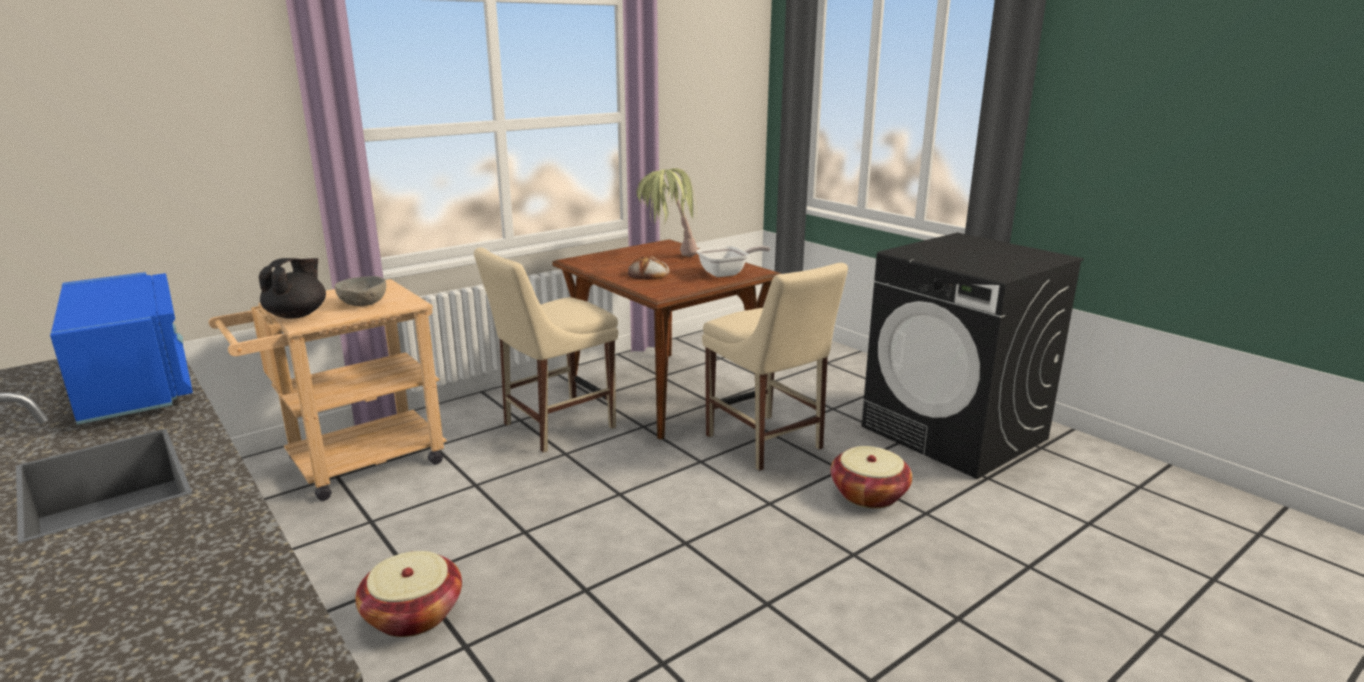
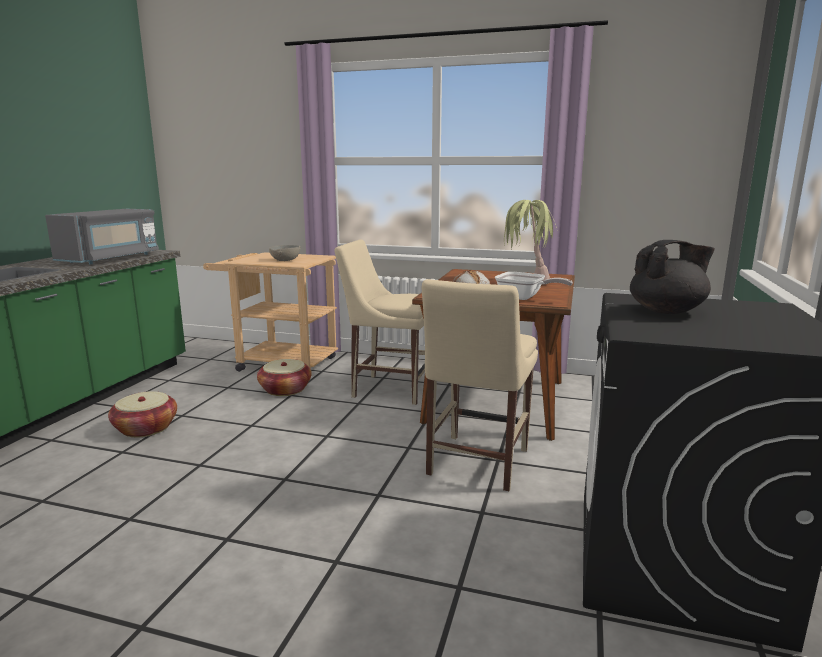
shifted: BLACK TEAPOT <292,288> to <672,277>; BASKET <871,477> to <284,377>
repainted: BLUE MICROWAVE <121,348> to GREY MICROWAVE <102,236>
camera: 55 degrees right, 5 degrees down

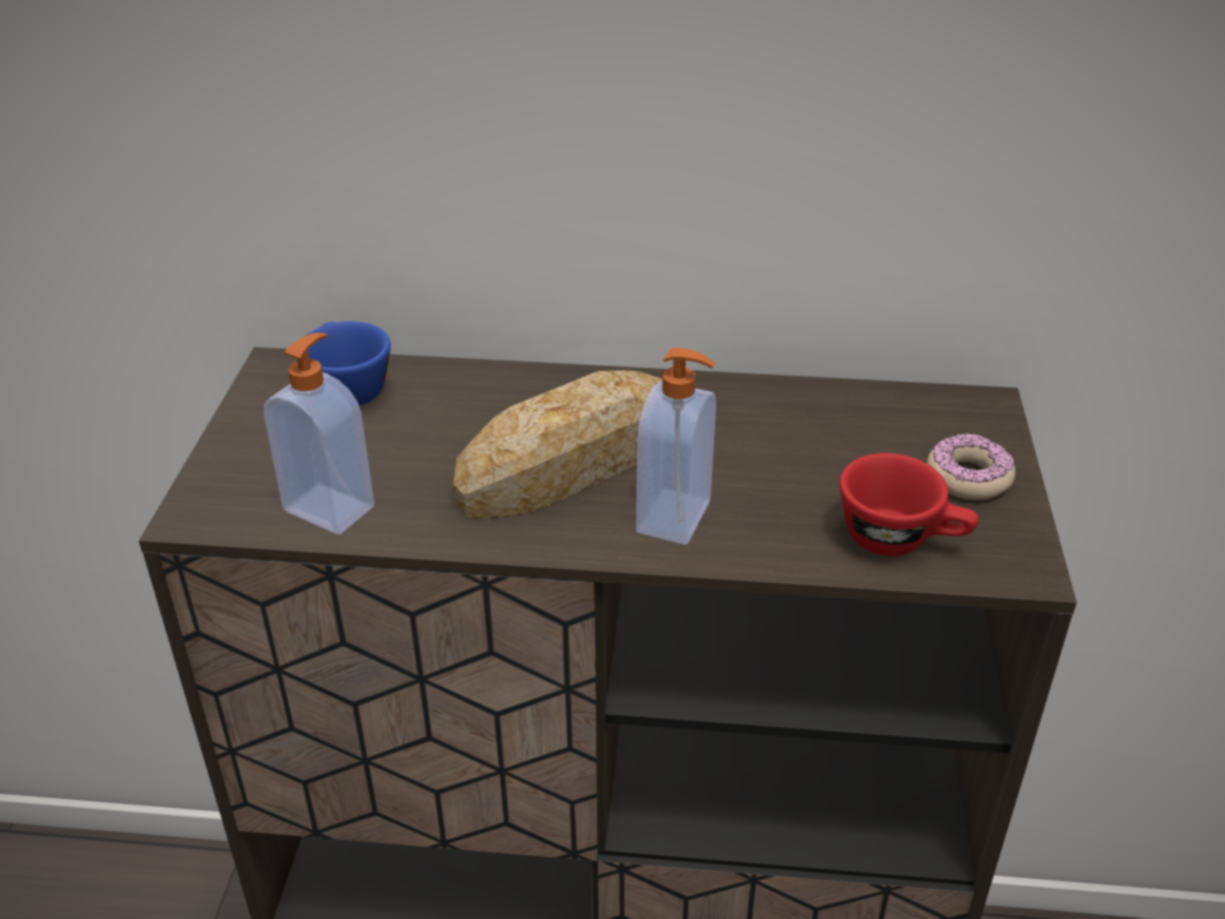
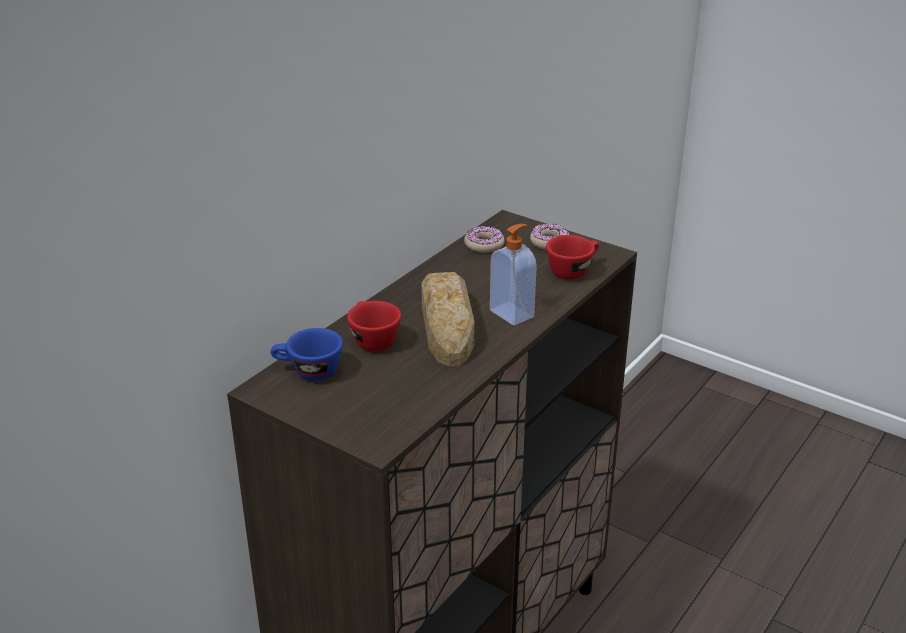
gone: SOAP DISPENSER <319,434>
new: RED CUP <374,326>; DONUT <484,239>
camera: 60 degrees left, 5 degrees down

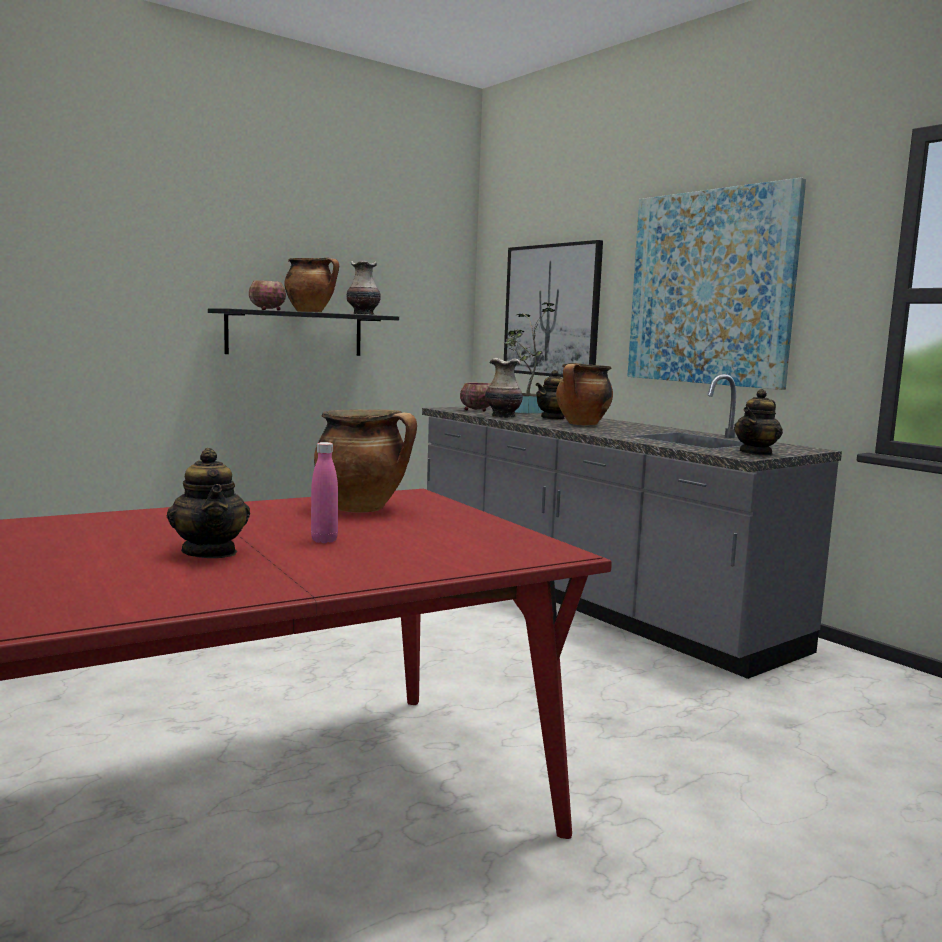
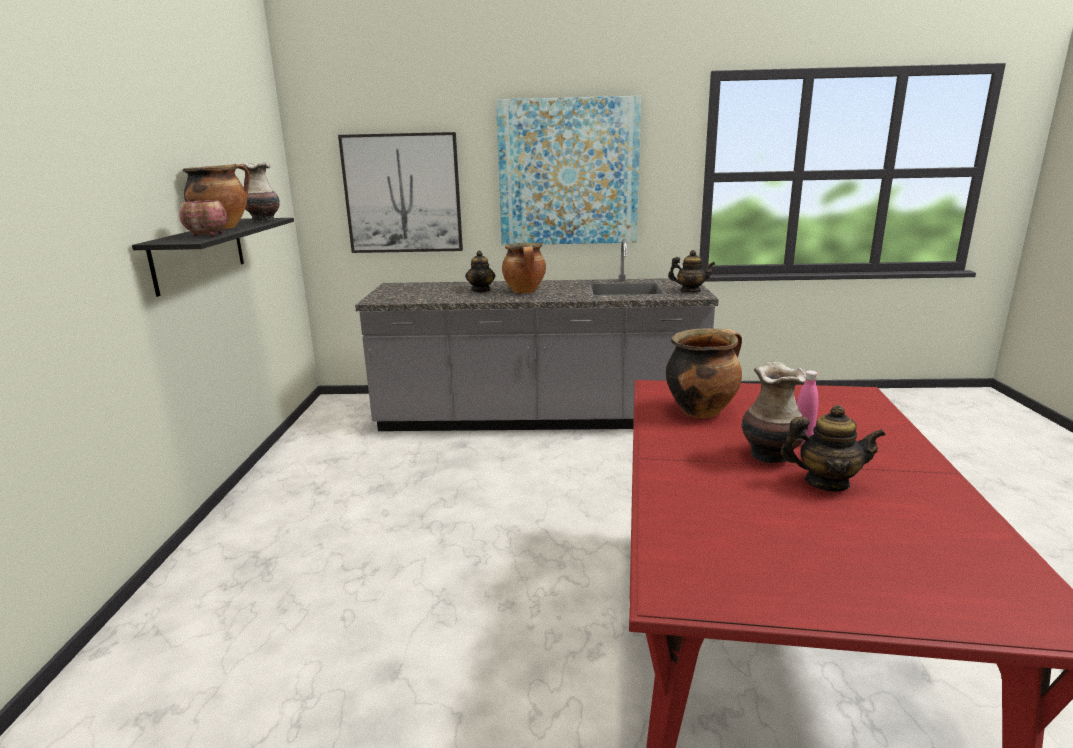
gone: BOWL <475,397>; POTTED PLANT <529,357>
shifted: VASE <504,388> to <774,413>
rotated: TEAPOT <758,422> = <691,271> 60 degrees counterclockwise
camera: 50 degrees left, 10 degrees up

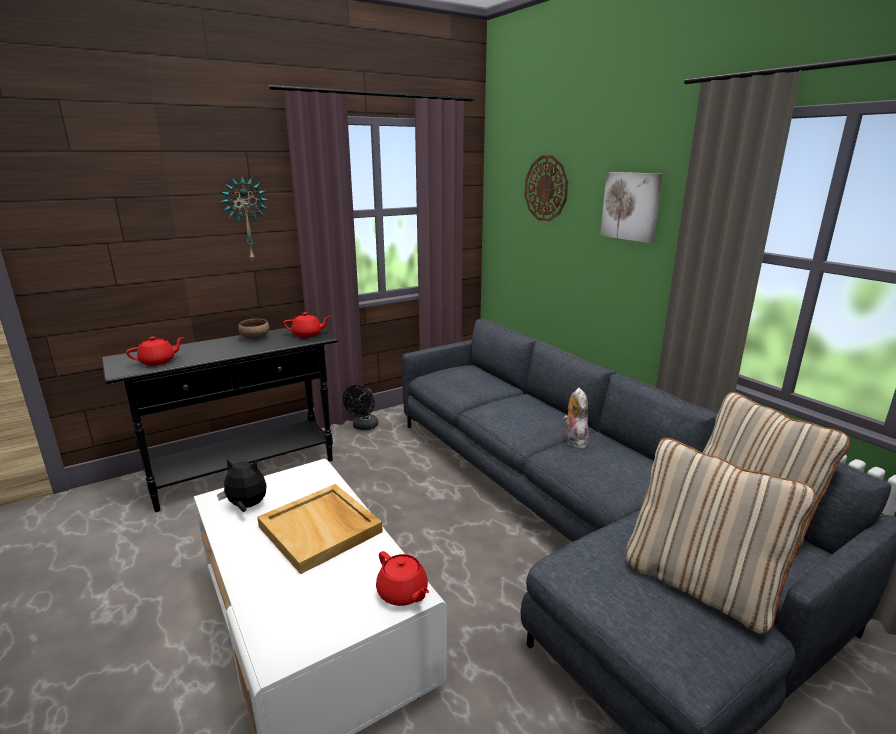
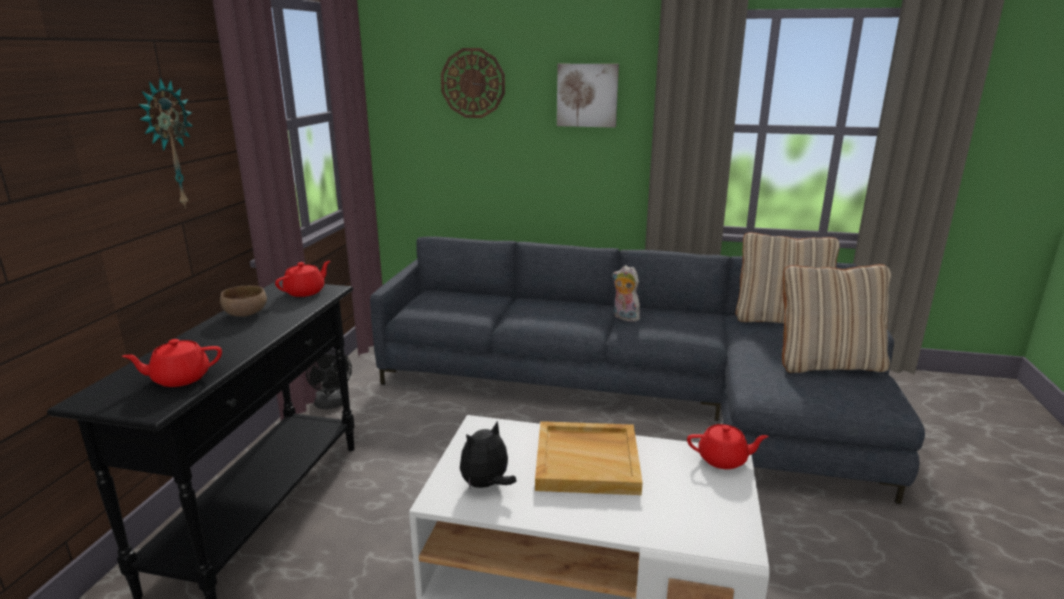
rotated: RED TEAPOT <155,351> = <172,363> 120 degrees counterclockwise
camera: 45 degrees left, 0 degrees up

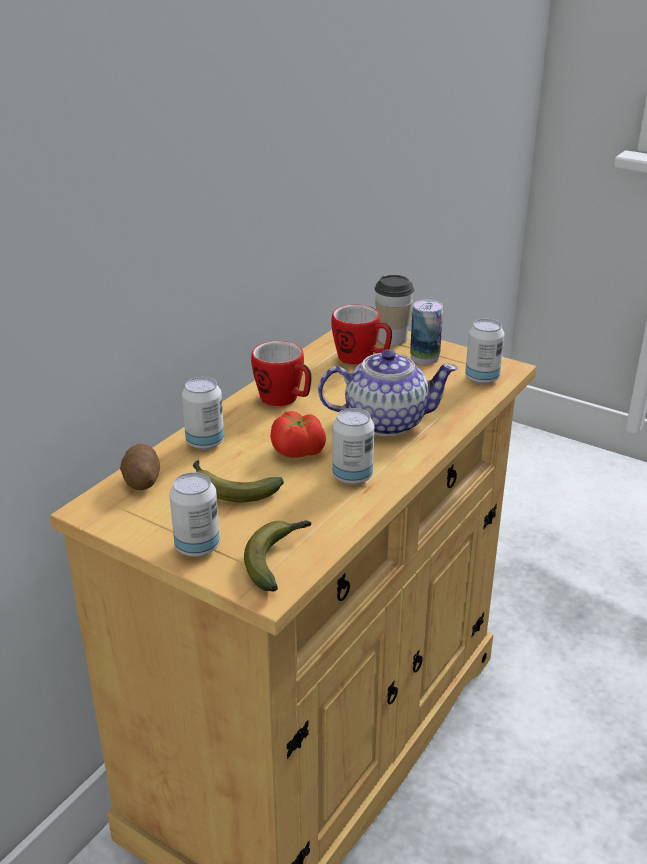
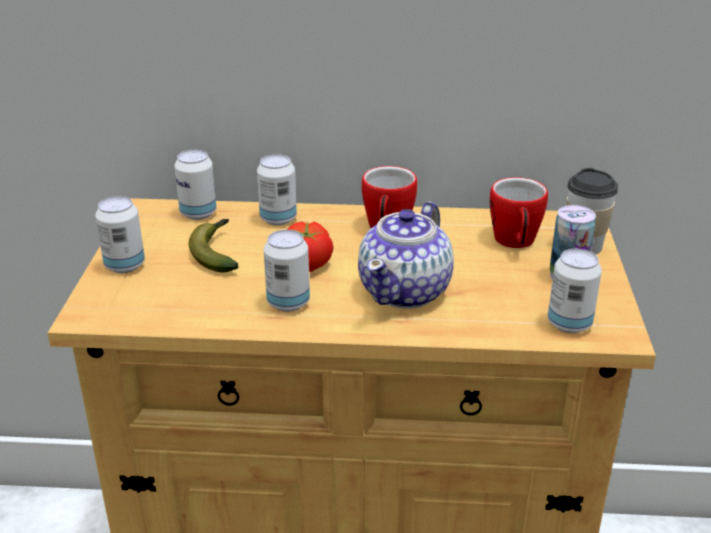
gone: BANANA <277,556>
swapped: POTATO <140,467> to CAN <195,185>
rotated: TEAPOT <388,392> = <406,255> 60 degrees clockwise
camera: 60 degrees right, 0 degrees up

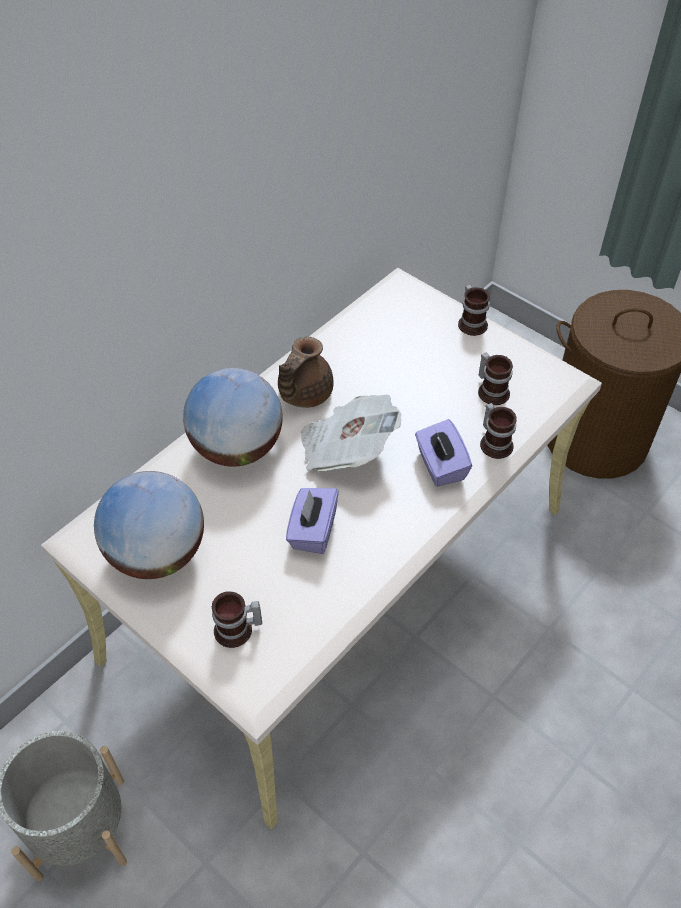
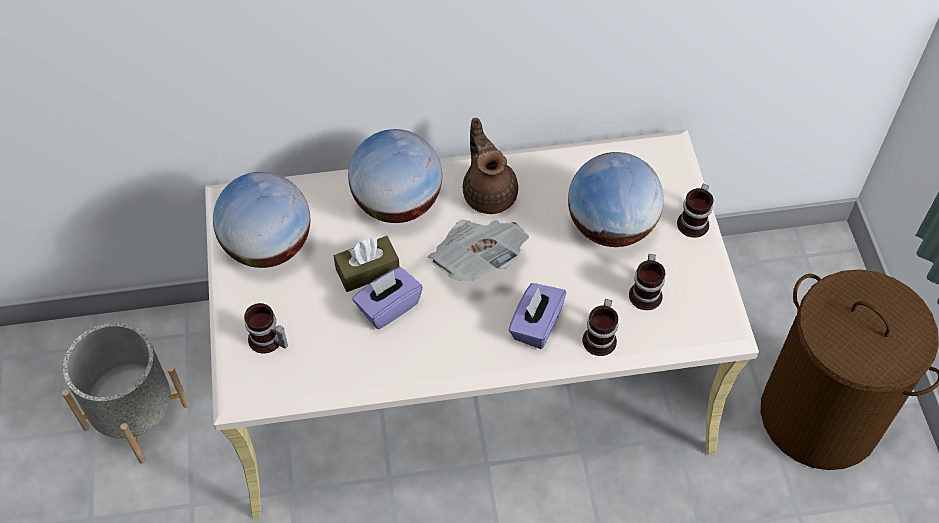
new: BROWN TISSUE BOX <367,264>; GLOBE <616,199>
rotated: BROWN TEAPOT <306,372> = <490,166> 90 degrees clockwise
camera: 40 degrees right, 5 degrees up

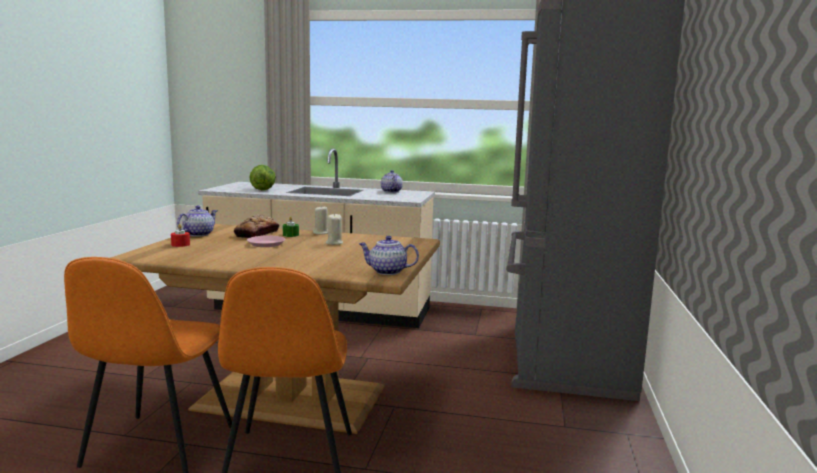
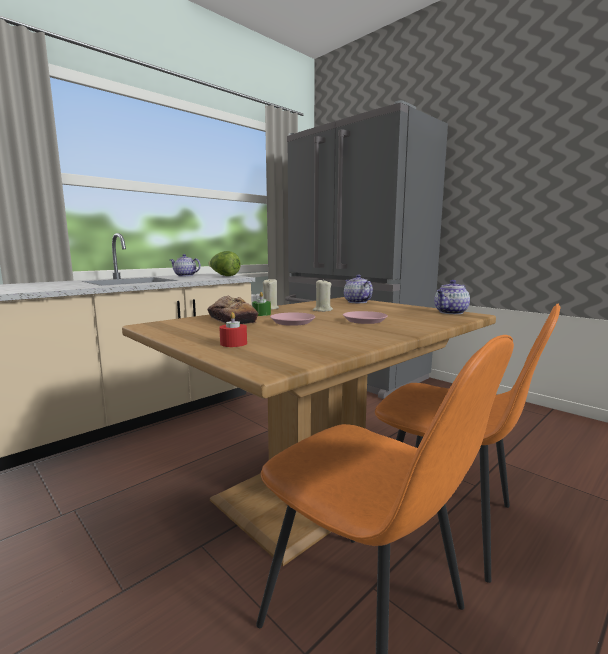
new: PINK PLATE <365,317>
shifted: TEAPOT <197,221> to <358,288>; LETTUCE <262,177> to <225,263>
camera: 55 degrees left, 0 degrees up

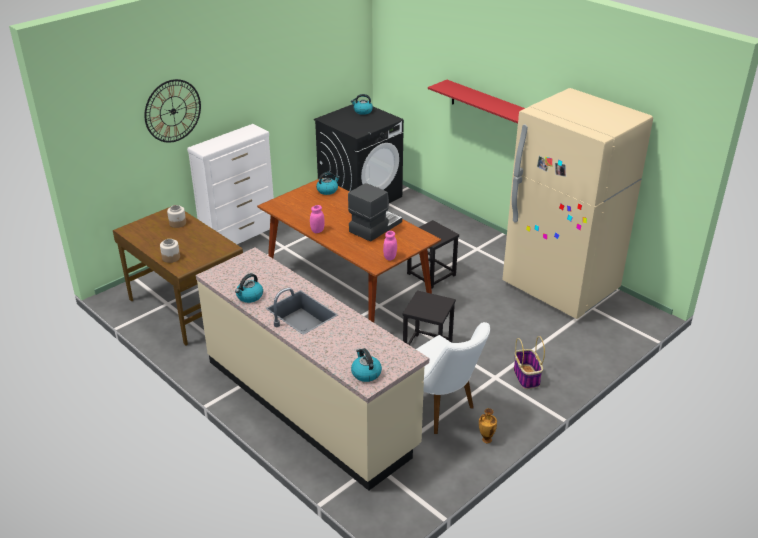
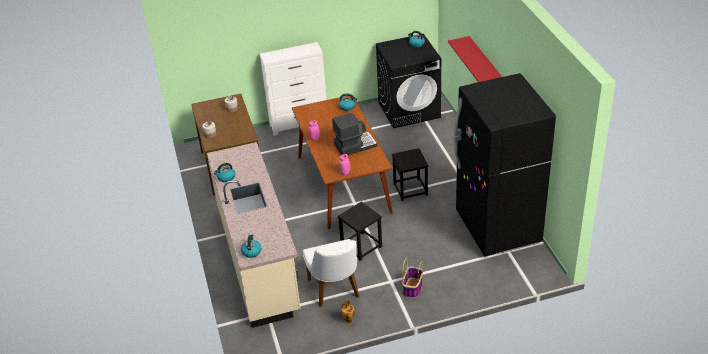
gone: WALL CLOCK <172,111>
repainted: BEIGE FRIDGE <577,203> to BLACK FRIDGE <505,165>
camera: 30 degrees right, 5 degrees up

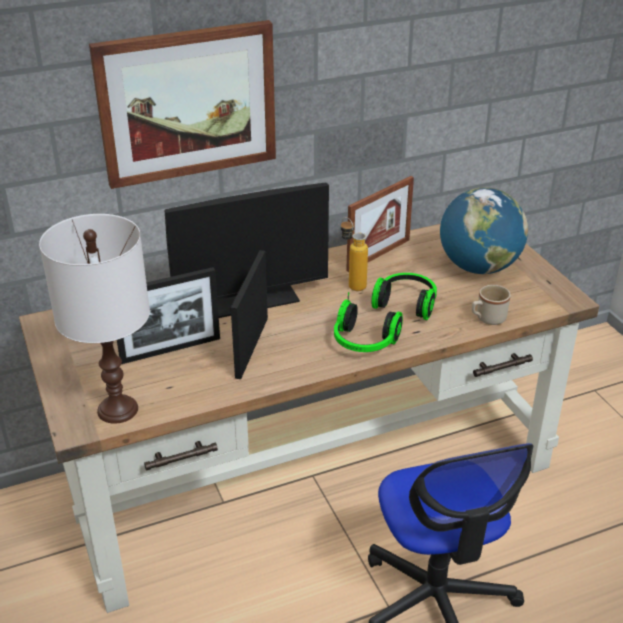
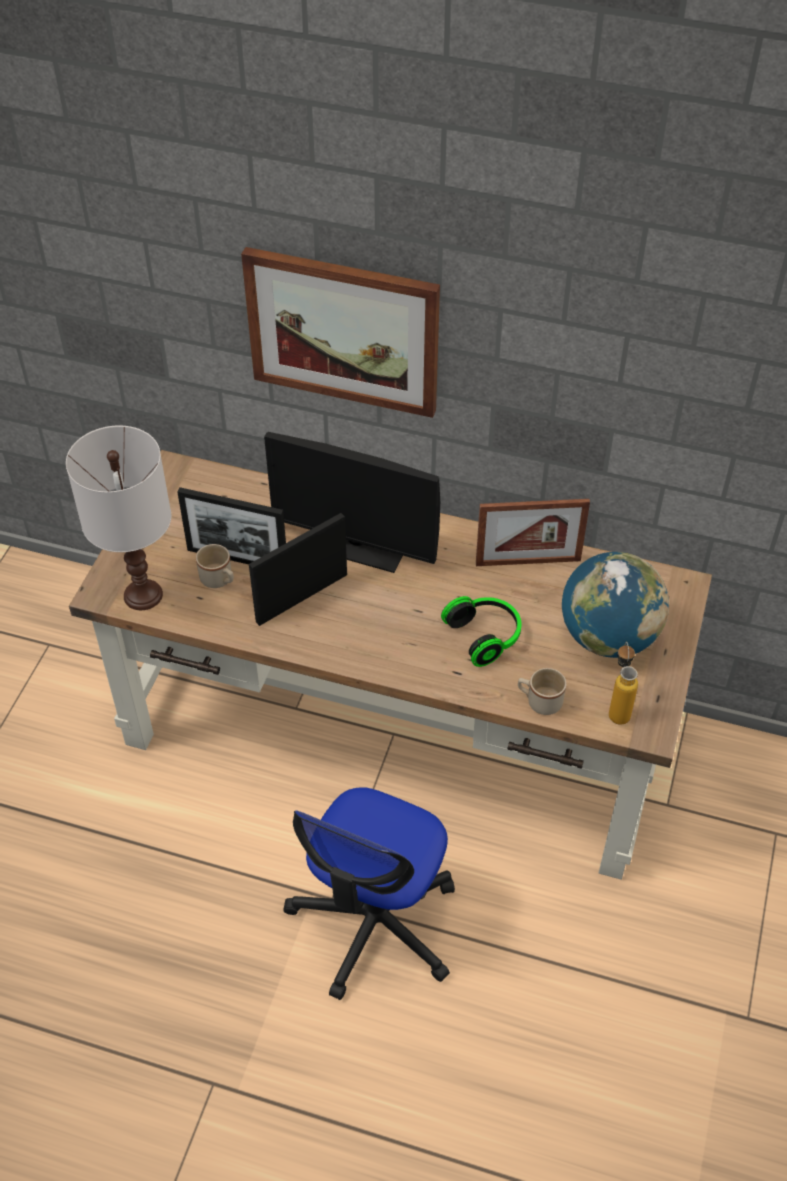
gone: HEADPHONES <368,322>
new: BEIGE MUG <215,566>
shifted: BOTTLE <354,254> to <623,683>
camera: 40 degrees right, 15 degrees up

